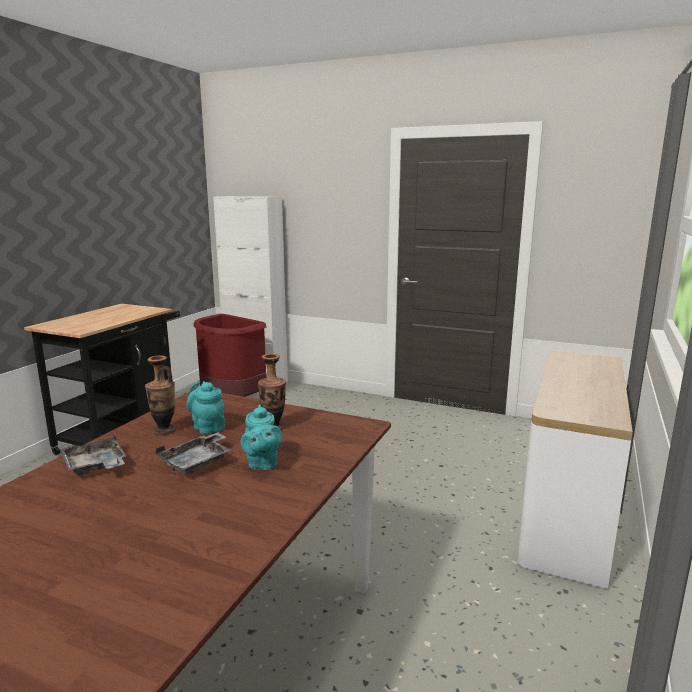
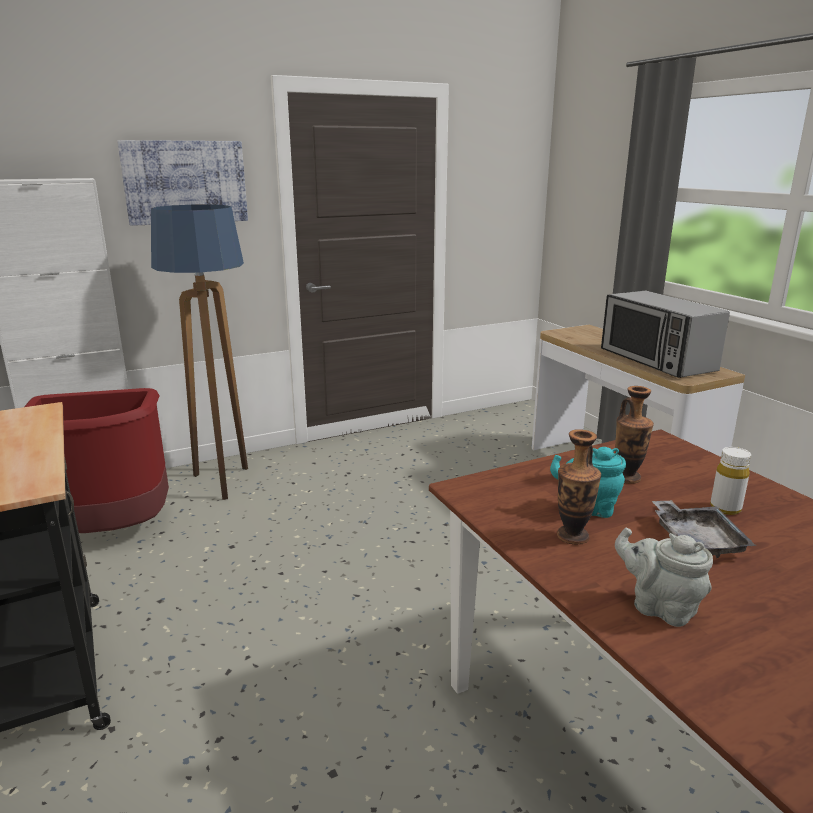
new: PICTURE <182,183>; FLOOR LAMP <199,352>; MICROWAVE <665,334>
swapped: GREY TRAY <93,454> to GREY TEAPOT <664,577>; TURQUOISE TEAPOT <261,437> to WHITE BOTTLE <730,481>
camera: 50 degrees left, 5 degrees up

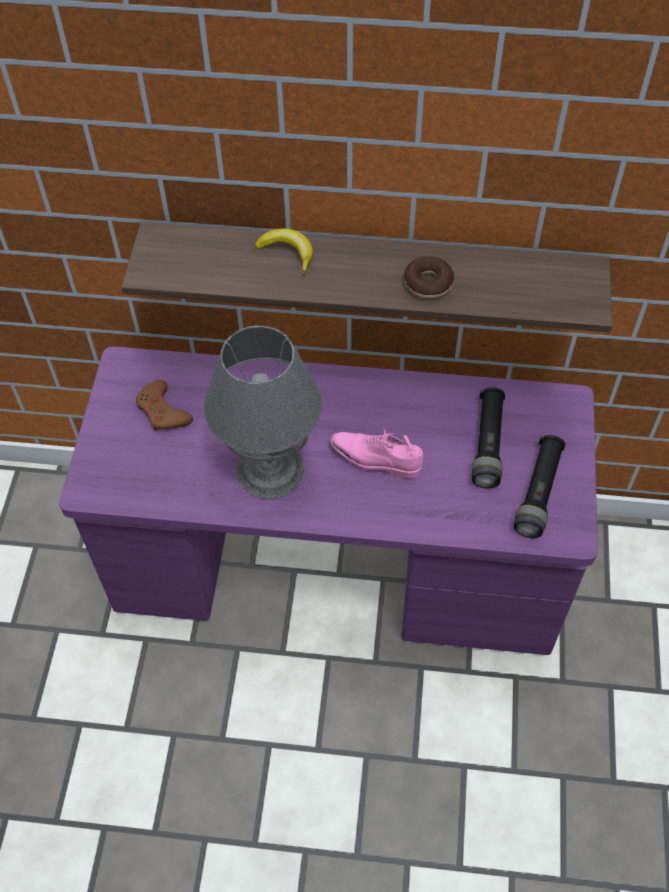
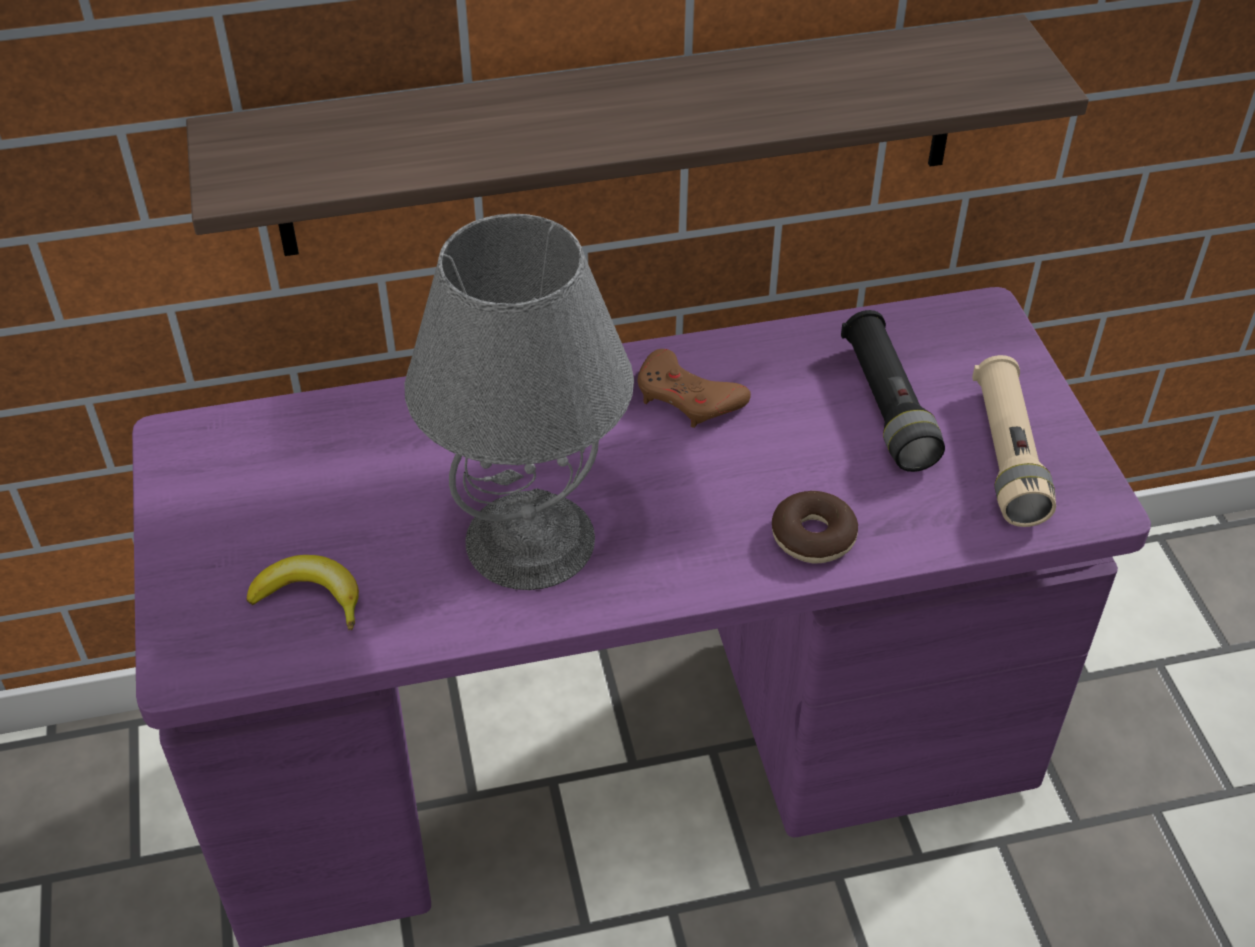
gone: PINK SHOE <376,453>
shifted: BROWN GAME CONTROLLER <164,405> to <694,388>; BANANA <284,251> to <303,592>; DONUT <429,277> to <815,527>
repainted: BLACK FLASHLIGHT <539,486> to BEIGE FLASHLIGHT <1014,441>
camera: 20 degrees left, 10 degrees down

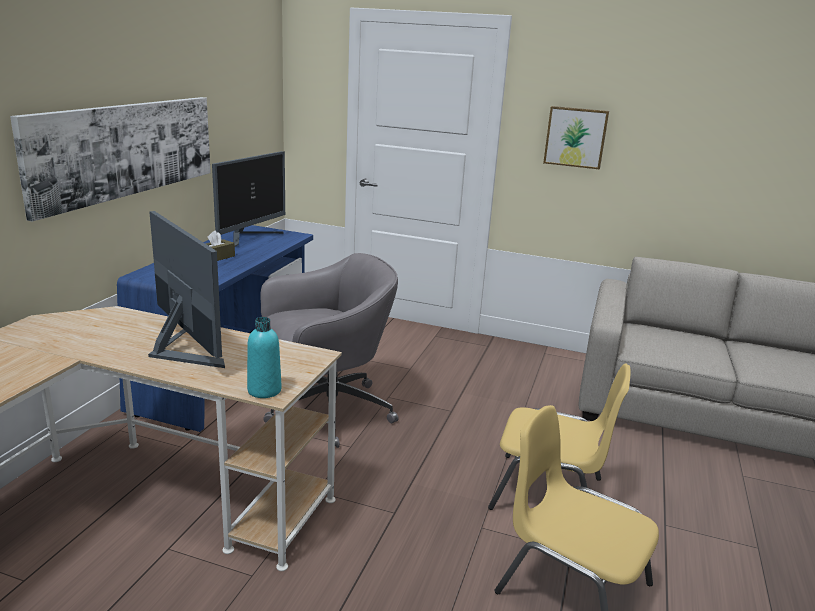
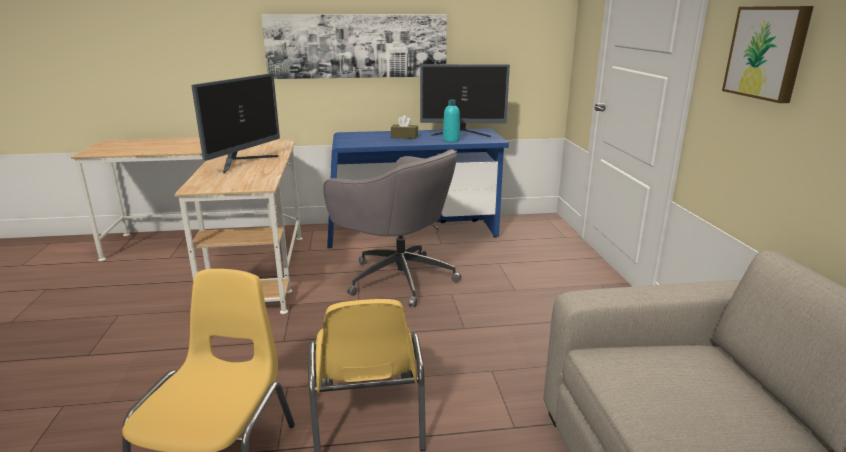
shifted: TURQUOISE BOTTLE <264,357> to <451,121>
camera: 65 degrees right, 0 degrees up

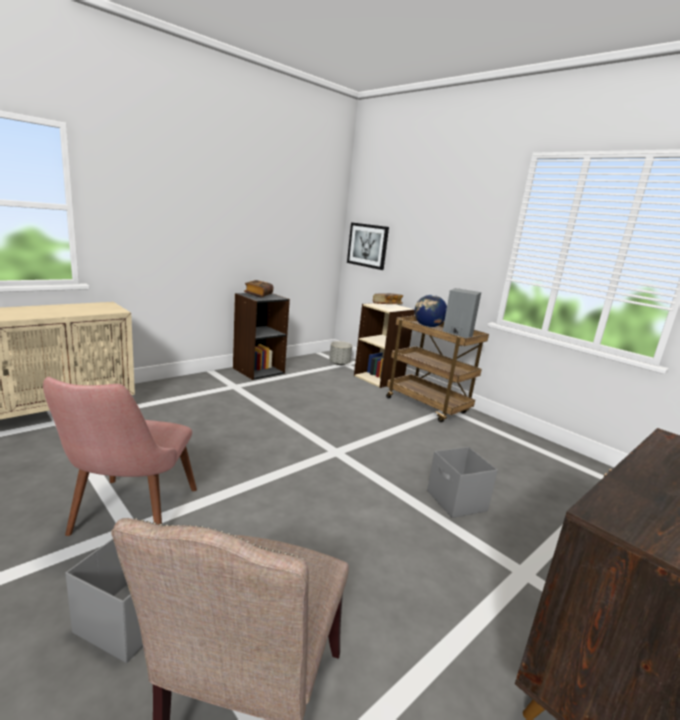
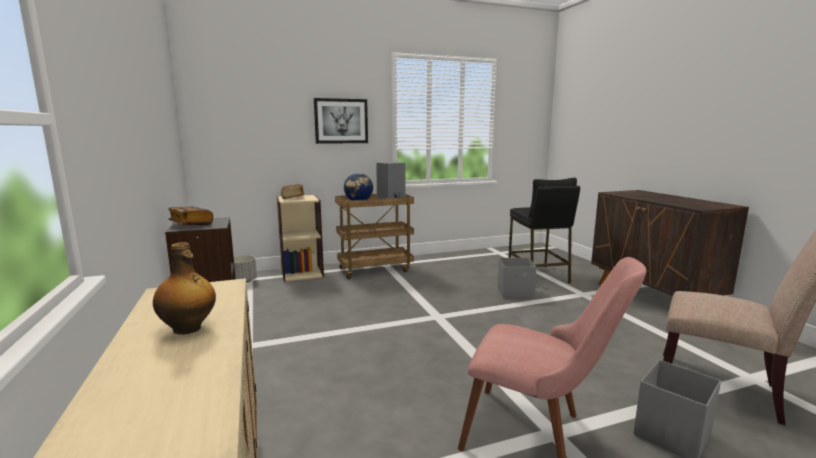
new: BOTTLE <184,288>; BLACK STOOL <544,230>
shifted: PICTURE <368,246> to <341,121>
camera: 65 degrees left, 5 degrees down

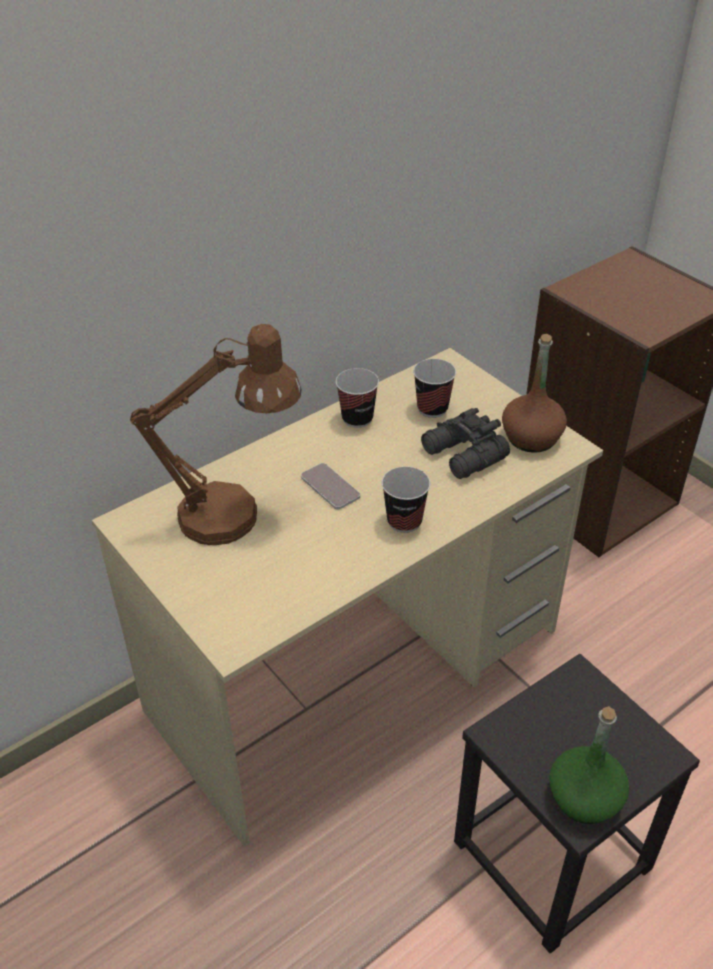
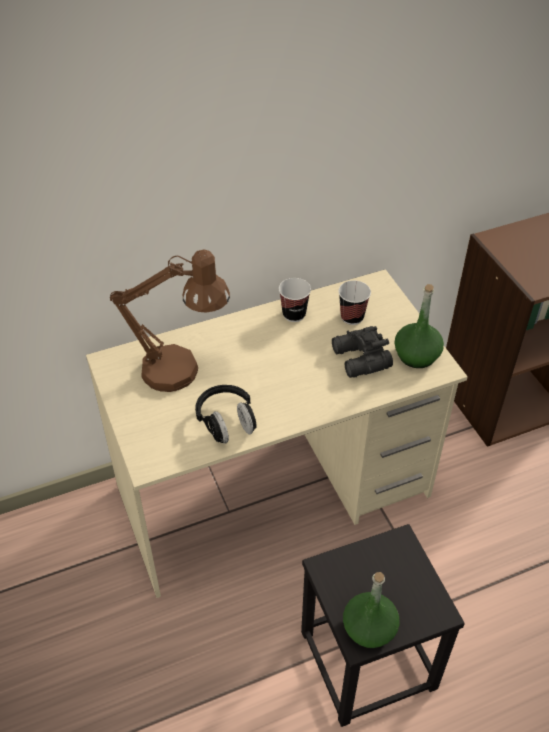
gone: PHONE <330,486>; CUP <406,499>
new: BLACK HEADPHONES <226,414>
repainted: BROWN BOTTLE <534,393> to GREEN BOTTLE <419,326>
camera: 15 degrees right, 5 degrees up

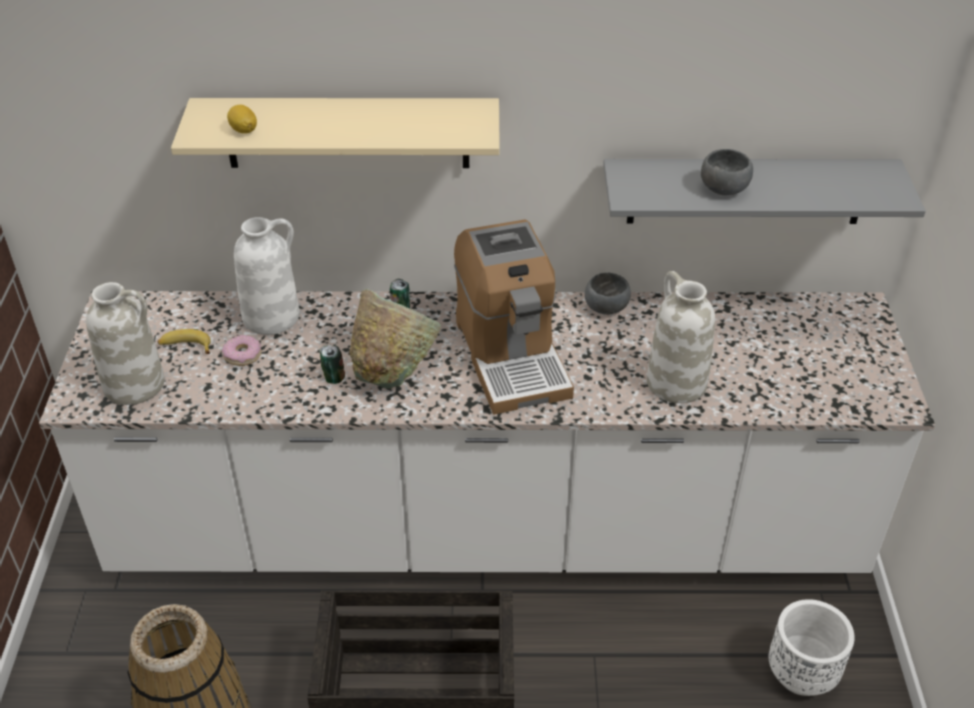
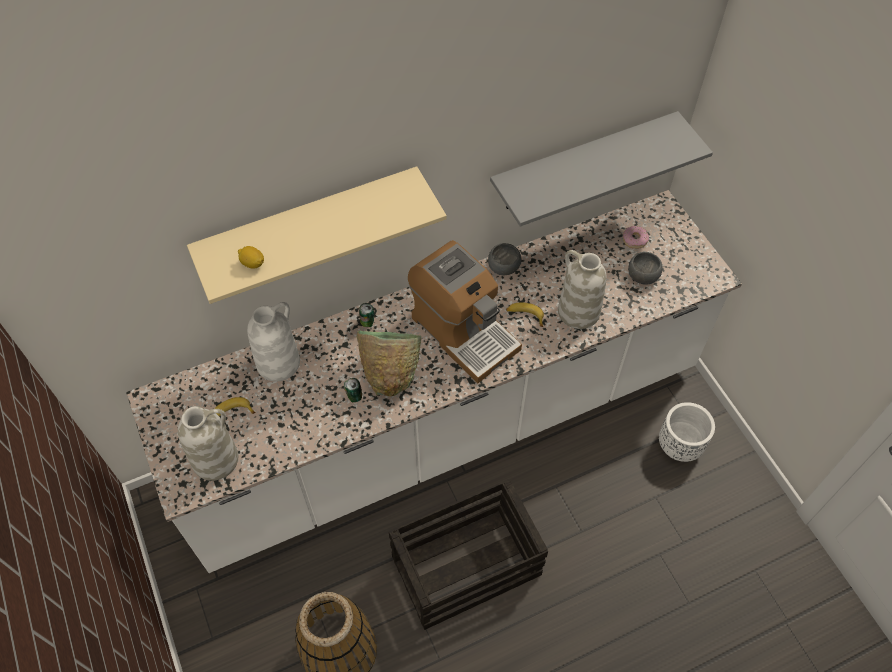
new: BANANA <525,315>
shifted: DONUT <242,350> to <636,237>; GREY BOWL <727,172> to <645,268>
camera: 25 degrees left, 15 degrees up

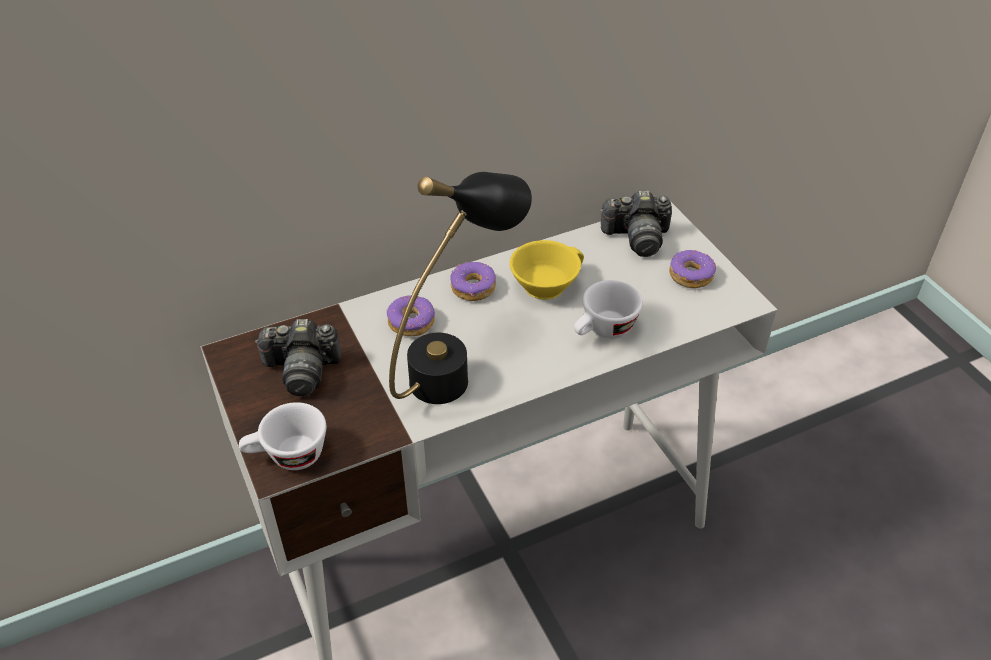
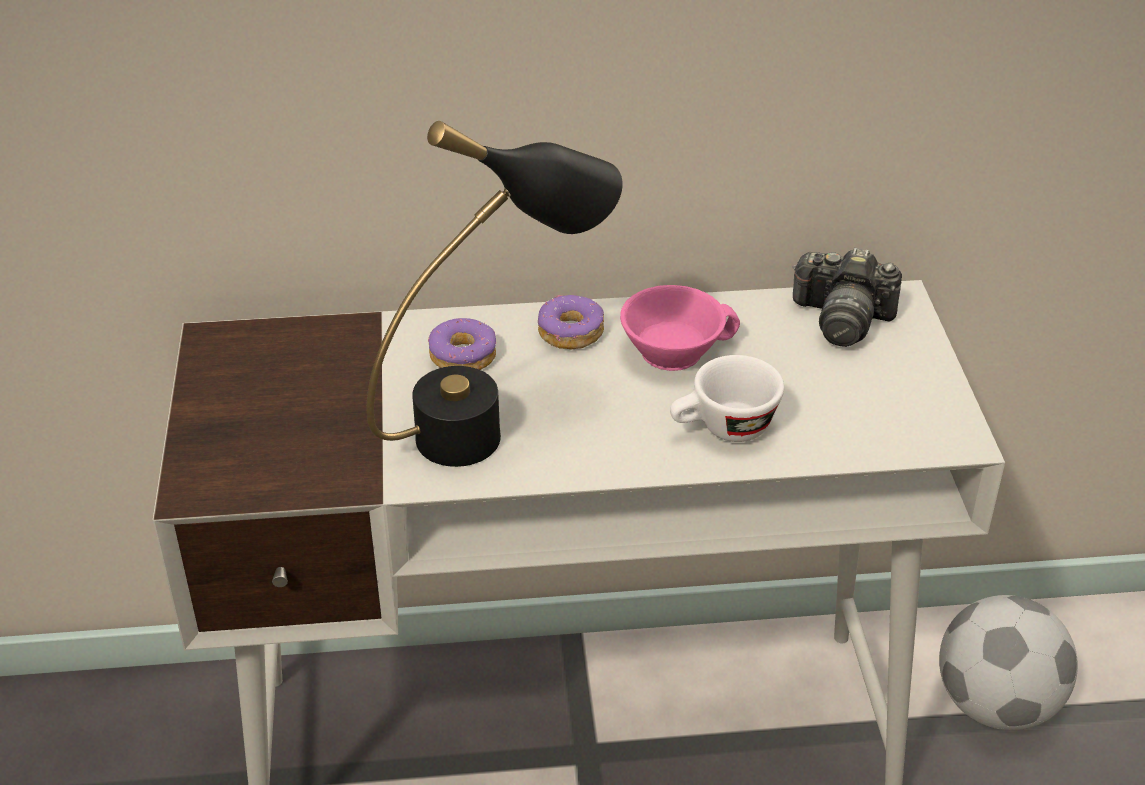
gone: WHITE CUP <282,436>; PHOTO CAMERA <298,357>; DONUT <692,269>
new: FOOTBALL <1008,662>
repainted: YELLOW CUP <547,270> to PINK CUP <680,328>
camera: 20 degrees right, 5 degrees down

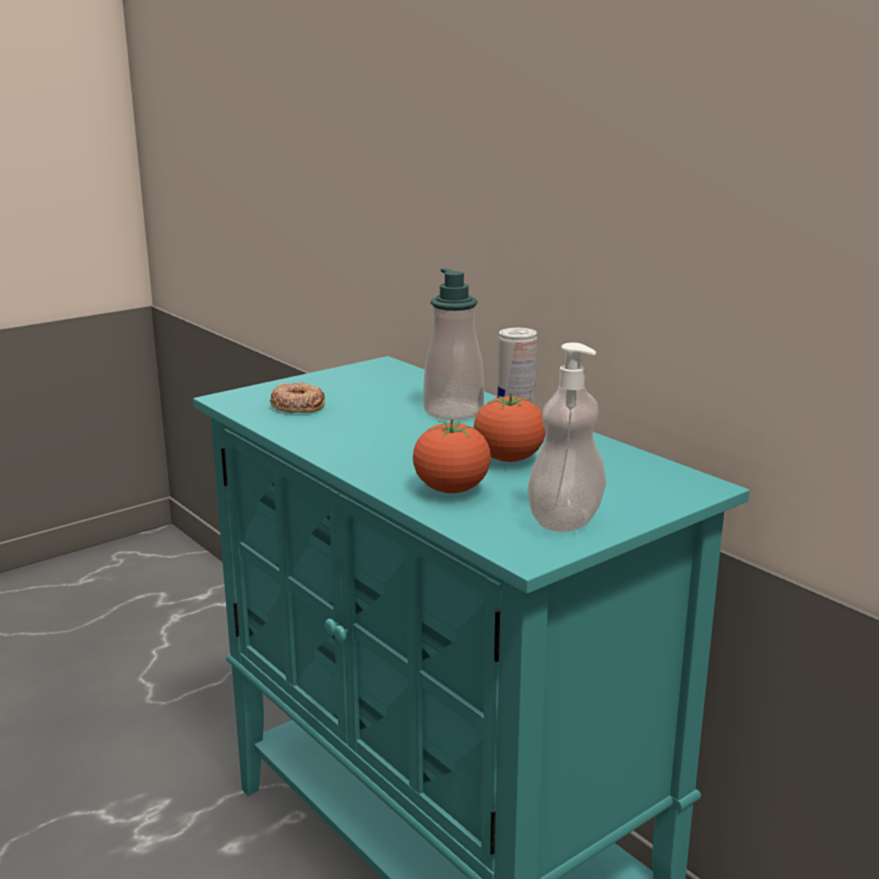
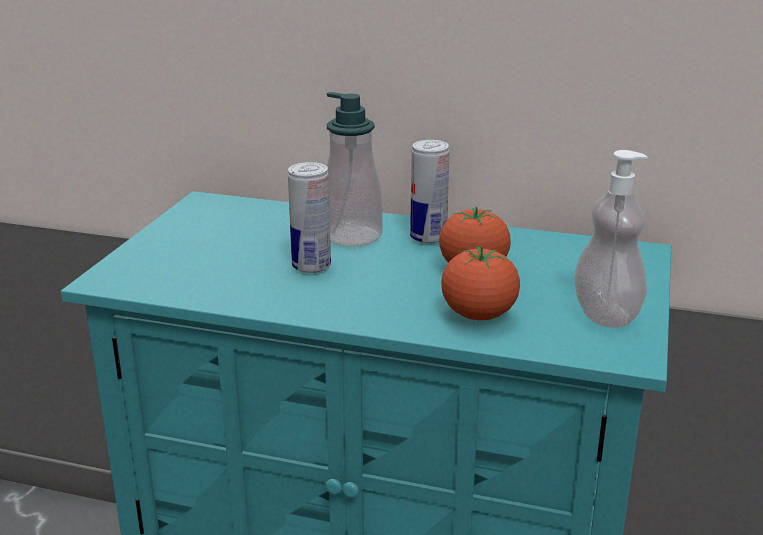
gone: DONUT <297,397>
new: CAN <309,217>
camera: 35 degrees left, 5 degrees up

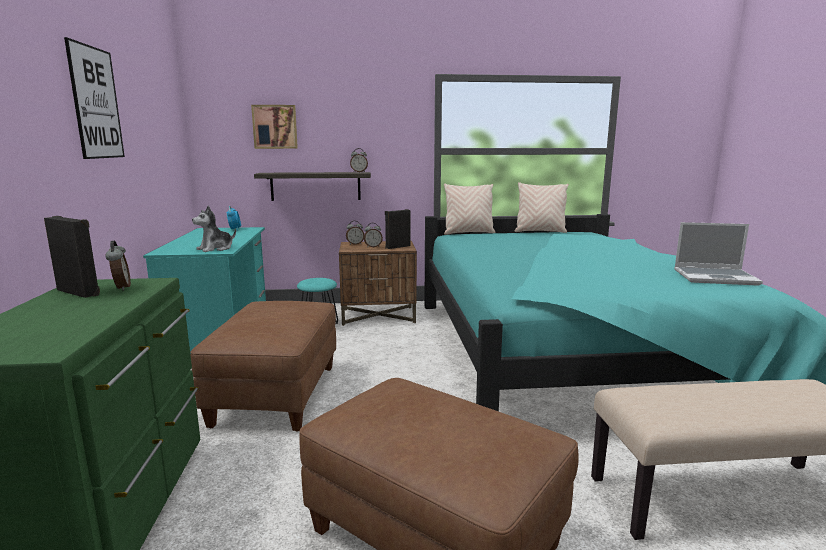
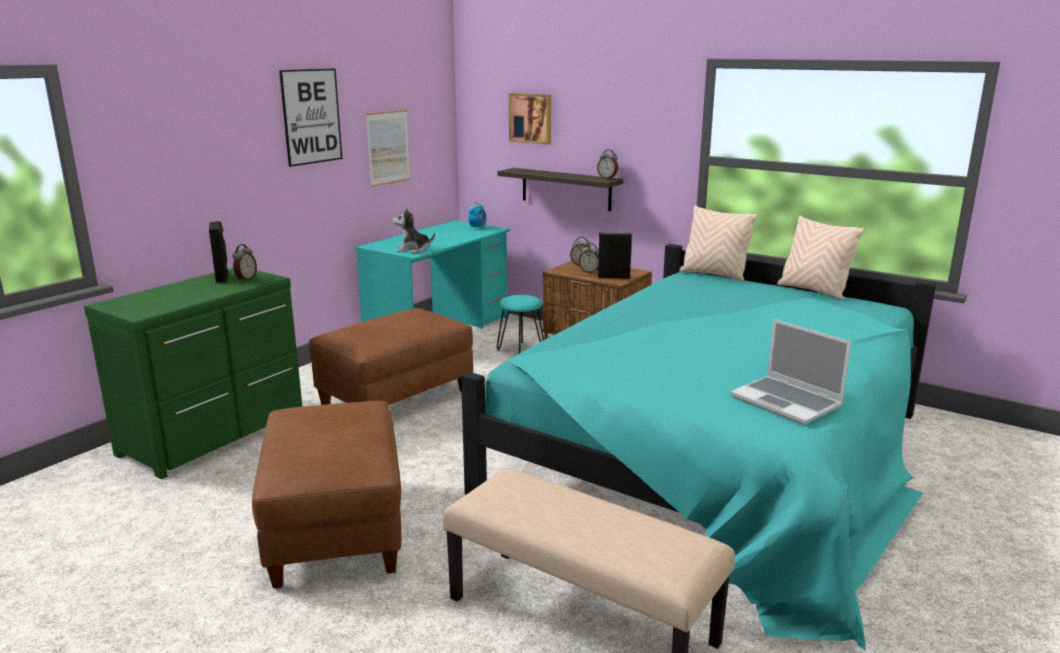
new: PICTURE <388,148>
camera: 40 degrees right, 5 degrees up

